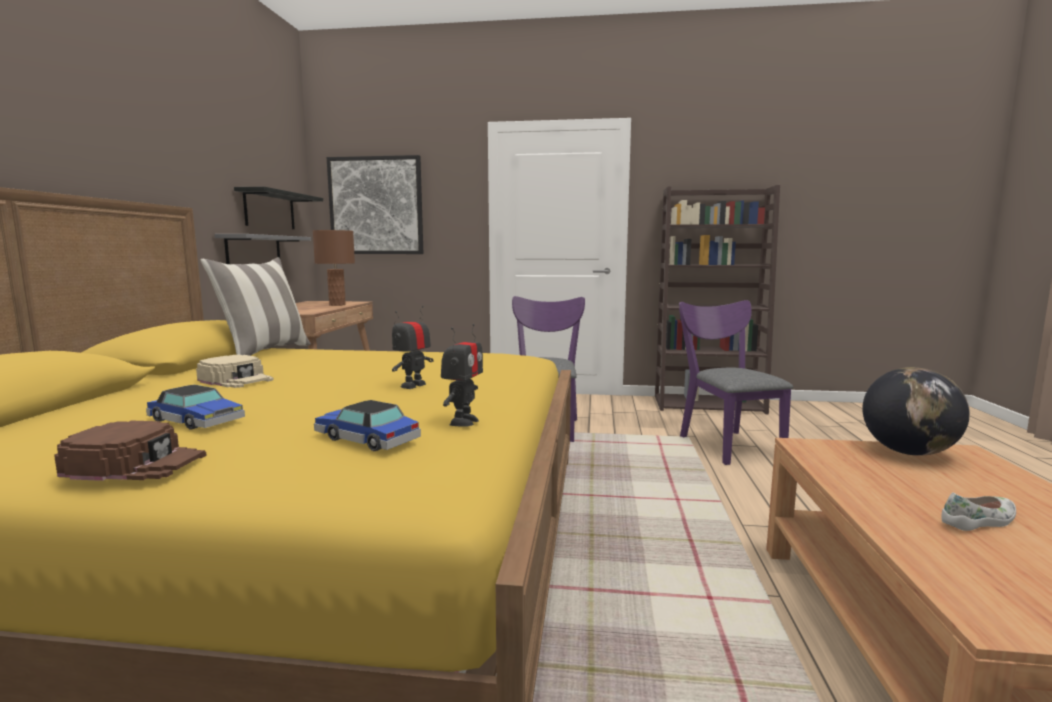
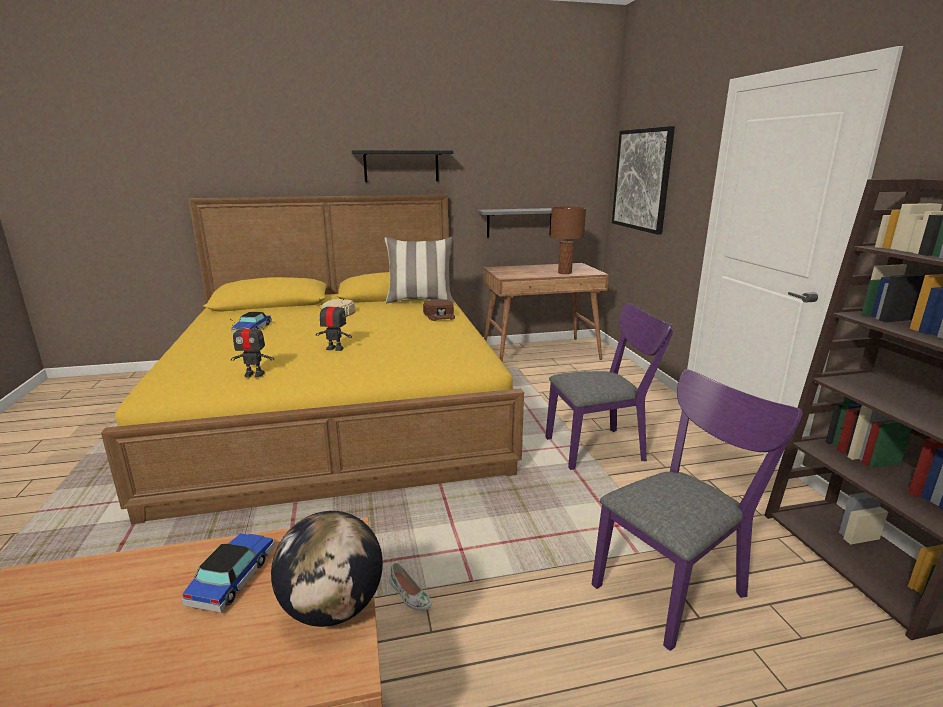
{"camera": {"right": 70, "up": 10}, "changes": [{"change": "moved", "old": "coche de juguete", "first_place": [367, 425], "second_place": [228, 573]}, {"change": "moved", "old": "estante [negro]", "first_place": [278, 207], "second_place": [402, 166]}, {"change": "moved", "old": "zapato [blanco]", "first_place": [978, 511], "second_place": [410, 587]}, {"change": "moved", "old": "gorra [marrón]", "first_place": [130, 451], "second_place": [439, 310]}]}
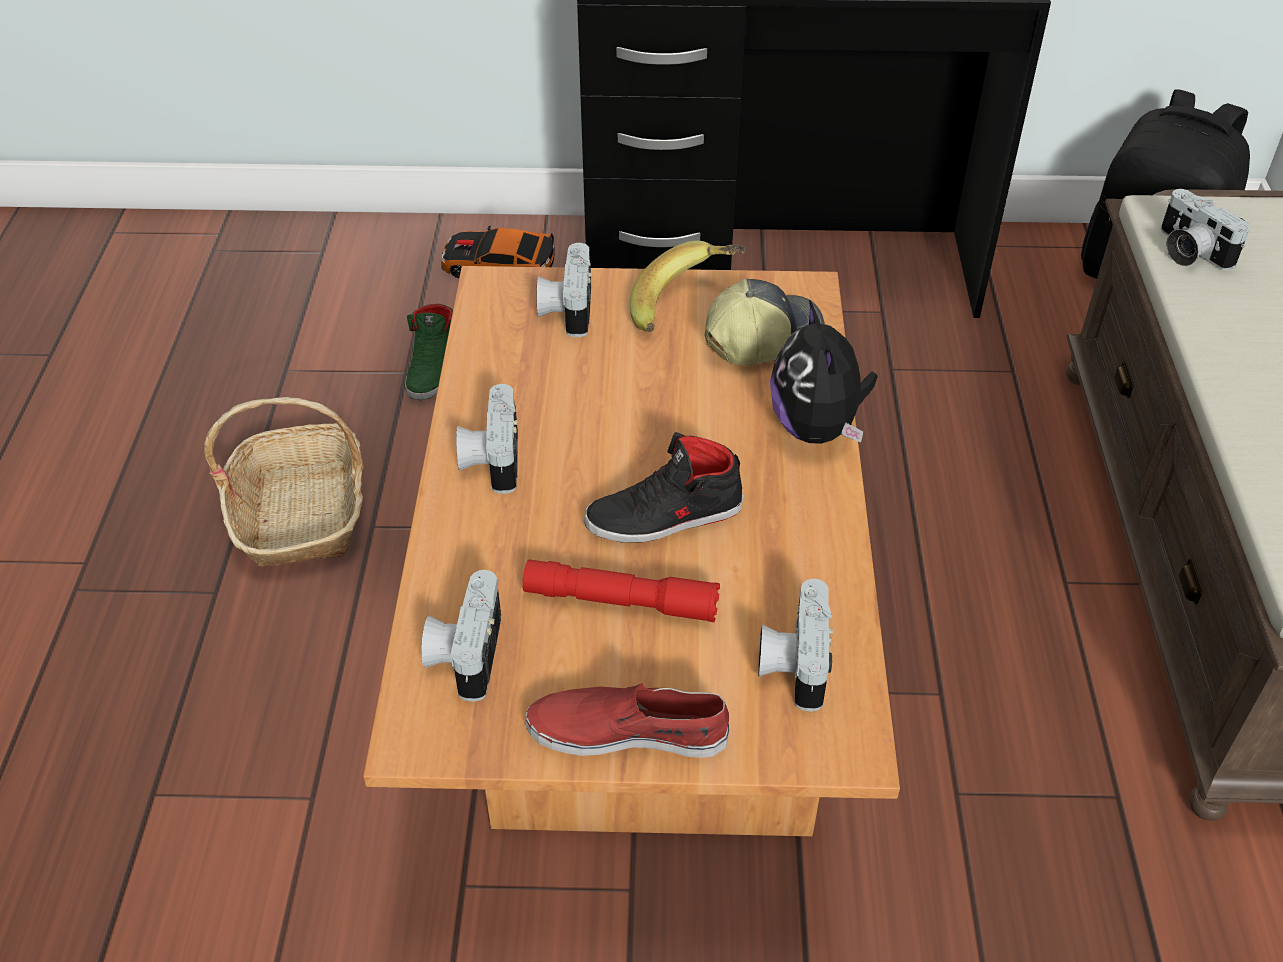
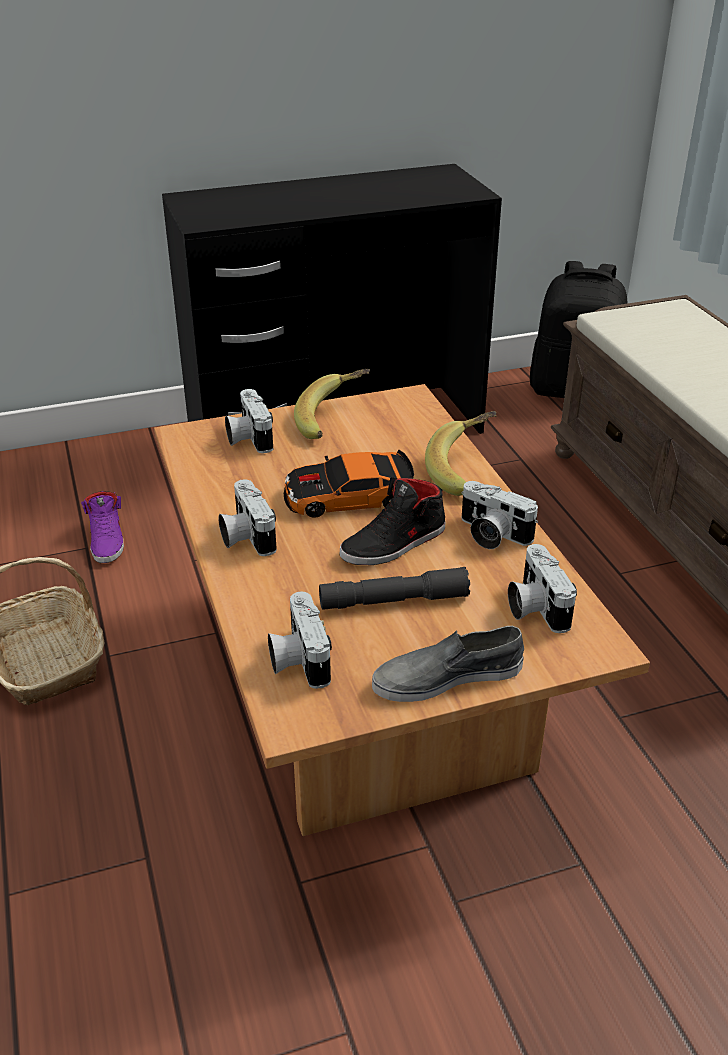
{"camera": {"right": -20, "up": -10}, "changes": [{"change": "recoloured", "old": "zapato [verde]", "new": "zapato [morado]", "first_place": [429, 352], "second_place": [102, 527]}, {"change": "moved", "old": "coche de juguete", "first_place": [498, 252], "second_place": [349, 484]}, {"change": "recoloured", "old": "linterna [rojo]", "new": "linterna [gris]", "first_place": [621, 590], "second_place": [394, 588]}, {"change": "recoloured", "old": "zapato [rojo]", "new": "zapato [gris]", "first_place": [627, 720], "second_place": [448, 664]}, {"change": "replaced", "old": "peluche", "new": "plátano", "first_place": [824, 371], "second_place": [461, 453]}, {"change": "moved", "old": "cámara", "first_place": [1205, 230], "second_place": [499, 515]}, {"change": "removed", "old": "gorra", "first_place": [764, 321]}]}
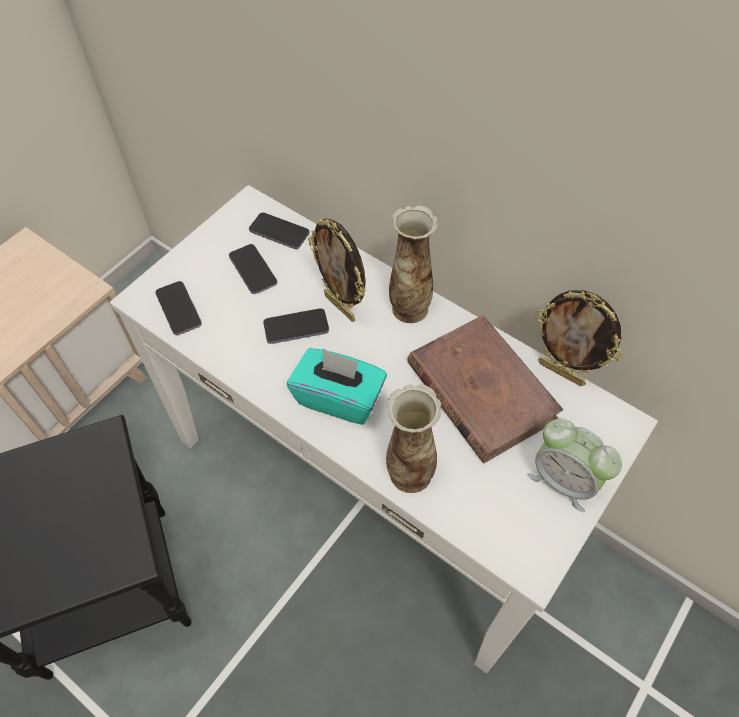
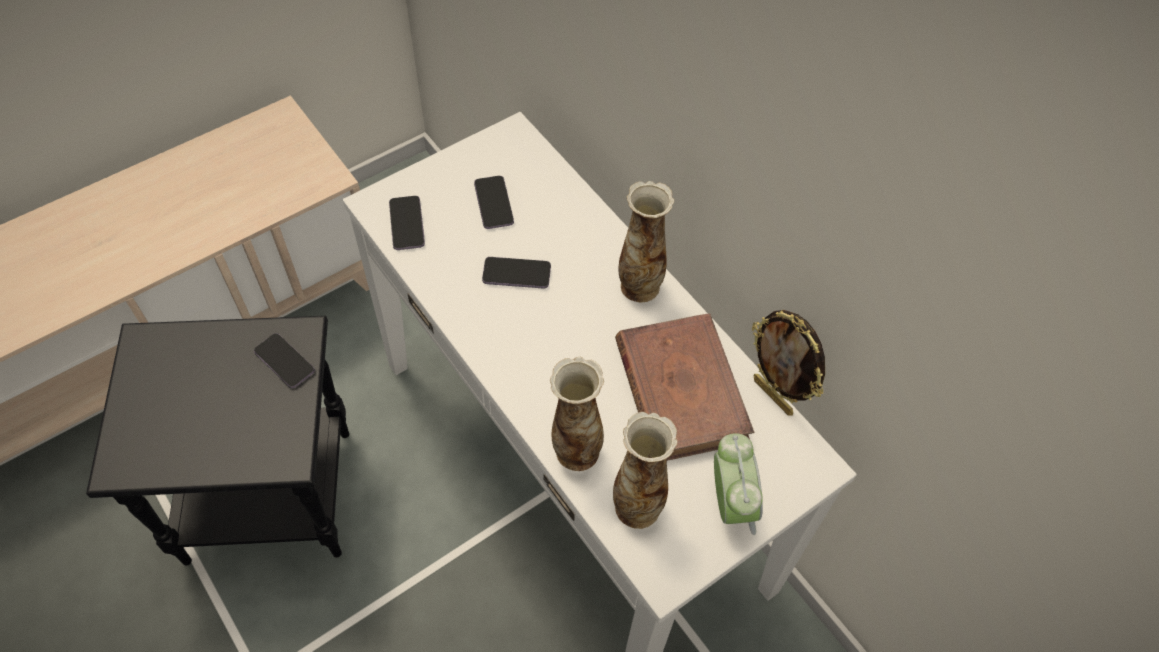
{"camera": {"right": 15, "up": 0}, "changes": [{"change": "moved", "old": "móvil", "first_place": [279, 230], "second_place": [284, 360]}, {"change": "added", "new": "florero", "second_place": [645, 470]}, {"change": "turned", "old": "despertador", "first_place": [574, 465], "second_place": [738, 484], "degrees": -150}, {"change": "removed", "old": "caja de pañuelos [turquesa]", "first_place": [337, 386]}, {"change": "removed", "old": "portarretratos", "first_place": [337, 270]}]}
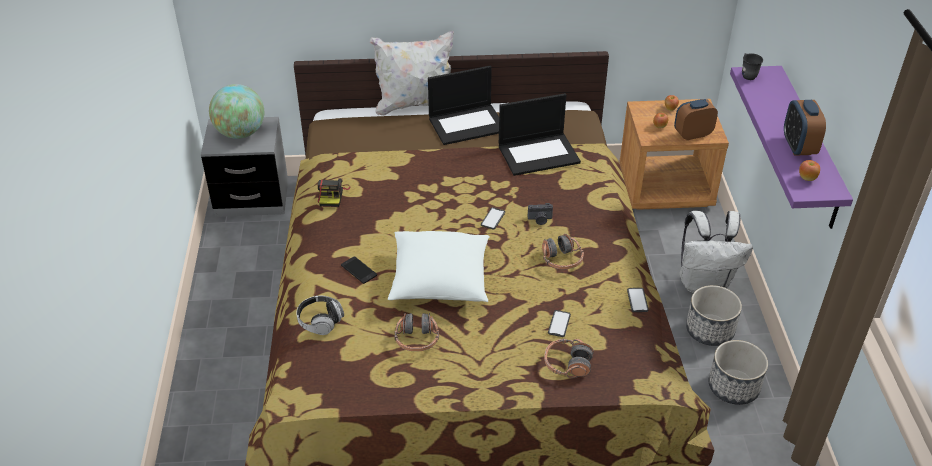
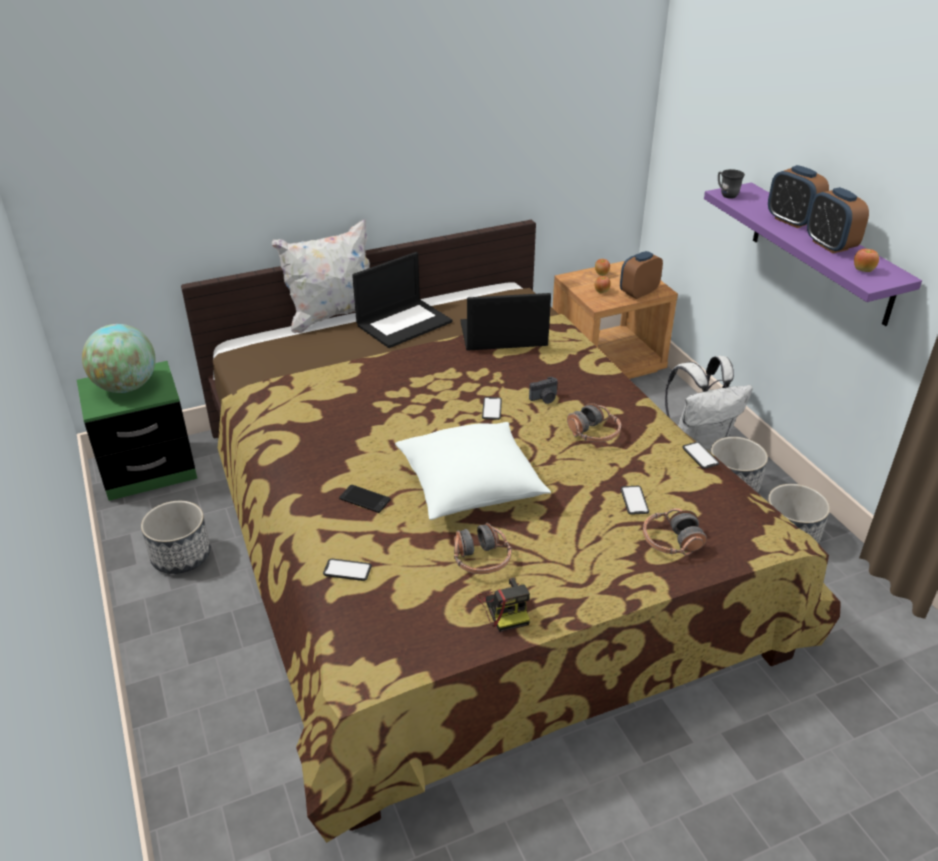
{"camera": {"right": -20, "up": -5}, "changes": [{"change": "recoloured", "old": "mesita de noche [gris]", "new": "mesita de noche [verde]", "first_place": [244, 167], "second_place": [137, 431]}, {"change": "added", "new": "maceta", "second_place": [176, 537]}, {"change": "replaced", "old": "auriculares", "new": "móvil", "first_place": [320, 315], "second_place": [347, 570]}, {"change": "turned", "old": "portátil", "first_place": [540, 134], "second_place": [506, 322], "degrees": -150}, {"change": "moved", "old": "cámara", "first_place": [334, 192], "second_place": [503, 605]}, {"change": "added", "new": "despertador", "second_place": [798, 196]}]}
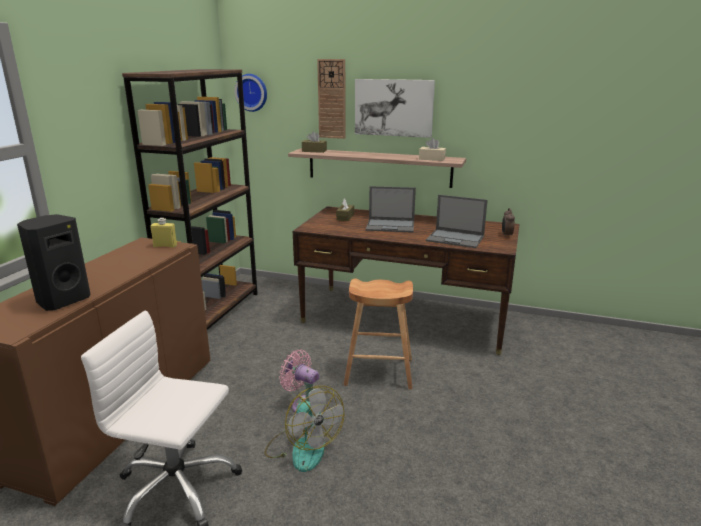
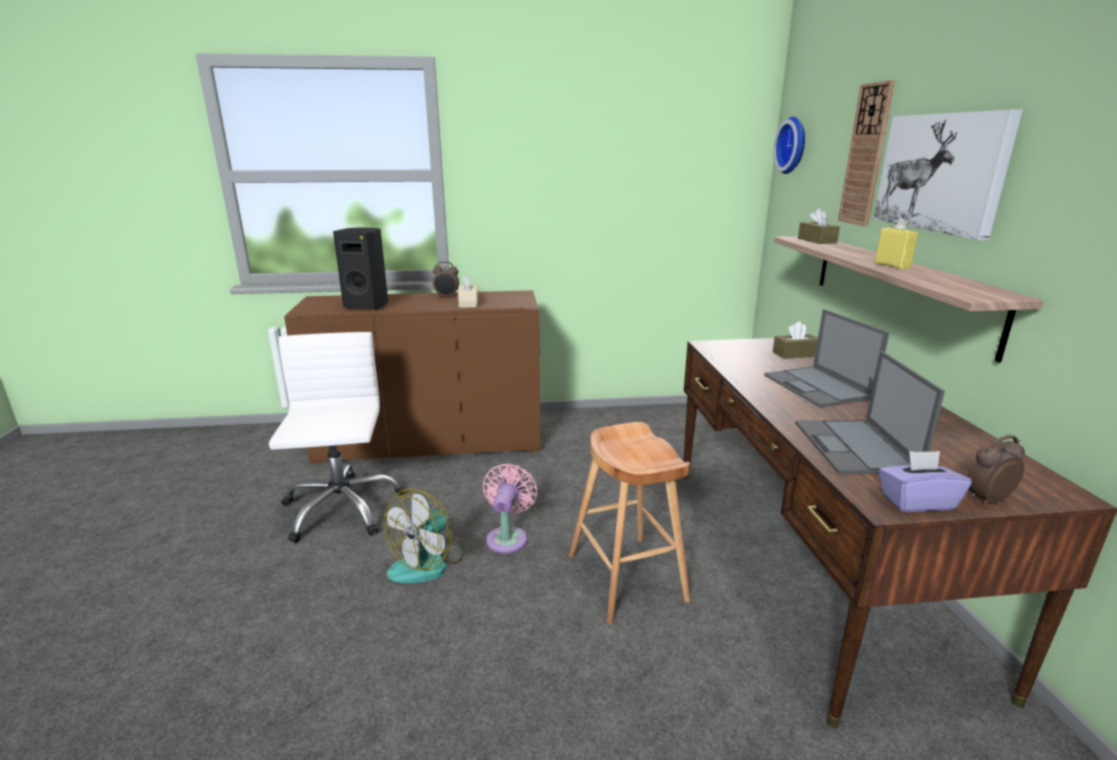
{"camera": {"right": 65, "up": 0}, "changes": [{"change": "added", "new": "despertador", "second_place": [446, 280]}, {"change": "moved", "old": "caja de pañuelos [beis]", "first_place": [432, 149], "second_place": [468, 291]}, {"change": "moved", "old": "botella [amarillo]", "first_place": [163, 233], "second_place": [897, 244]}, {"change": "added", "new": "caja de pañuelos [morado]", "second_place": [925, 481]}, {"change": "removed", "old": "estantería [marrón]", "first_place": [190, 199]}]}
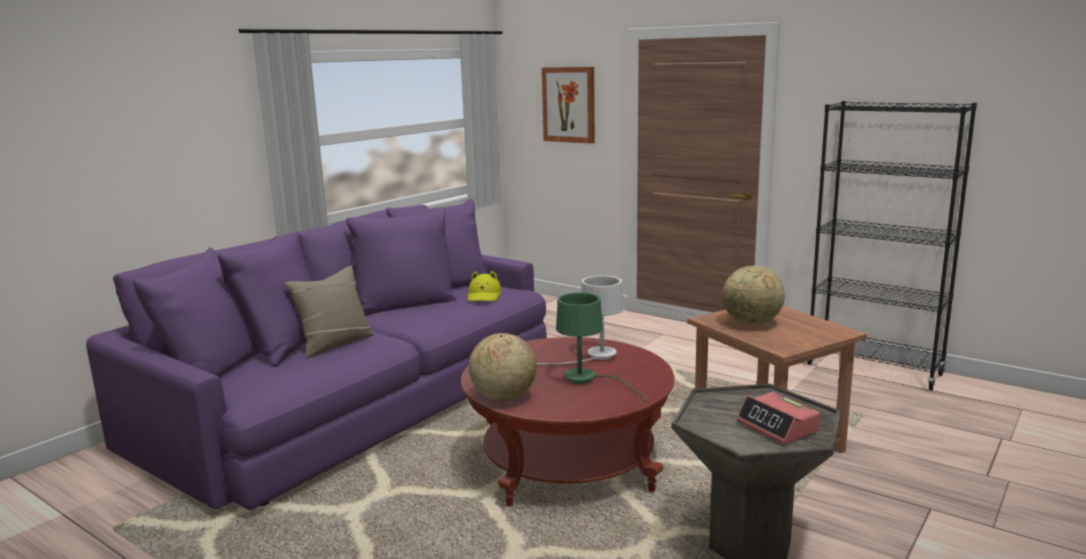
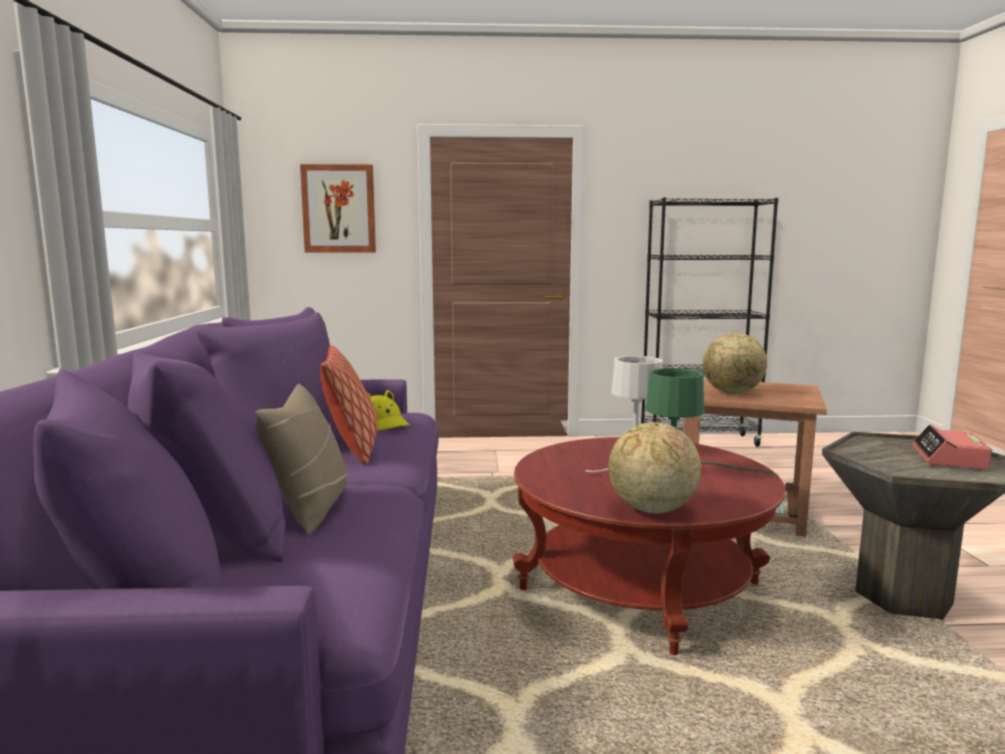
{"camera": {"right": -40, "up": -5}, "changes": [{"change": "added", "new": "cojín", "second_place": [349, 405]}, {"change": "turned", "old": "despertador", "first_place": [778, 418], "second_place": [952, 446], "degrees": 90}]}
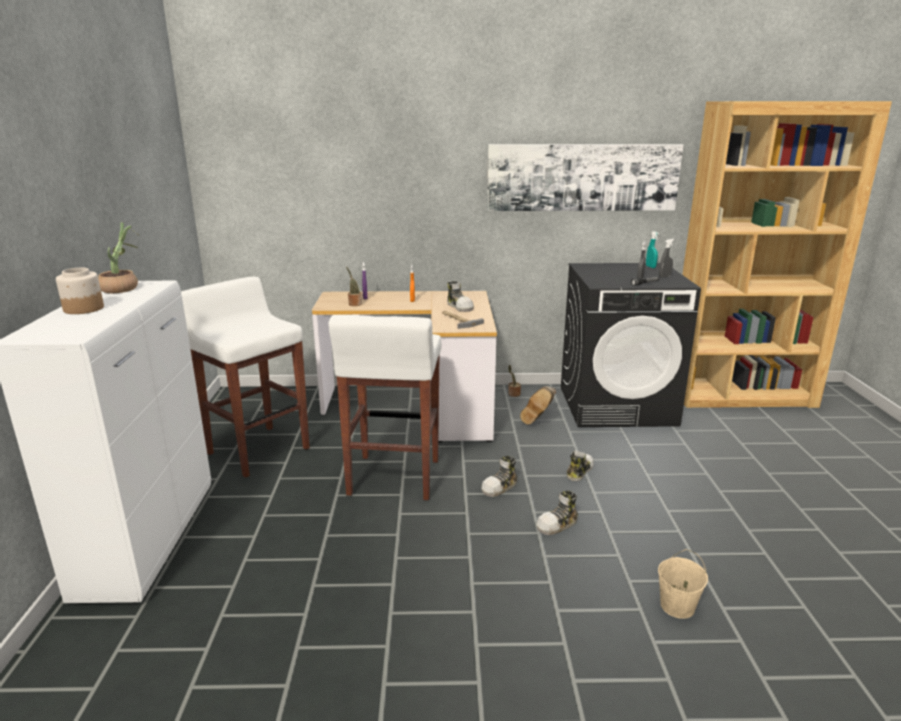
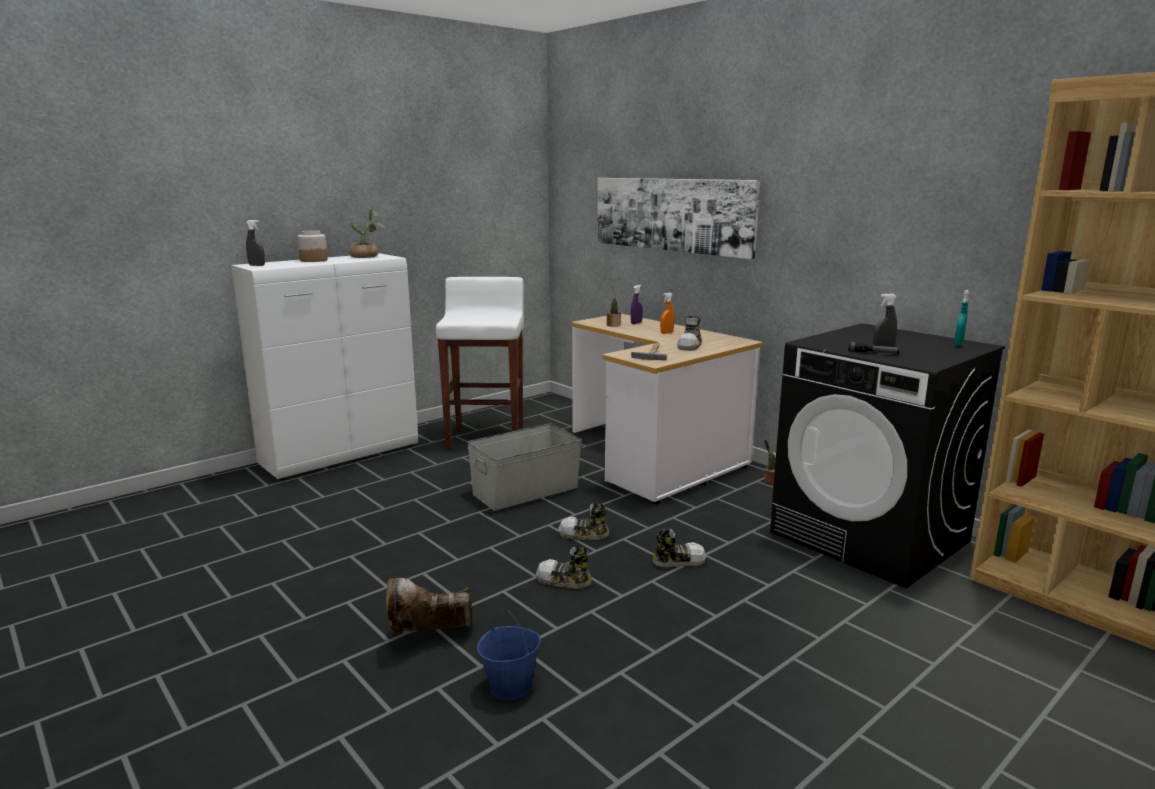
{"camera": {"right": 50, "up": -5}, "changes": [{"change": "moved", "old": "pulverizador [gris]", "first_place": [666, 258], "second_place": [255, 243]}, {"change": "moved", "old": "bota [marrón]", "first_place": [538, 405], "second_place": [429, 605]}, {"change": "replaced", "old": "taburete [blanco]", "new": "caja de almacenaje [gris]", "first_place": [385, 407], "second_place": [524, 467]}, {"change": "recoloured", "old": "cubo [beis]", "new": "cubo [azul]", "first_place": [683, 584], "second_place": [509, 655]}, {"change": "moved", "old": "cuadro", "first_place": [585, 177], "second_place": [678, 218]}]}
